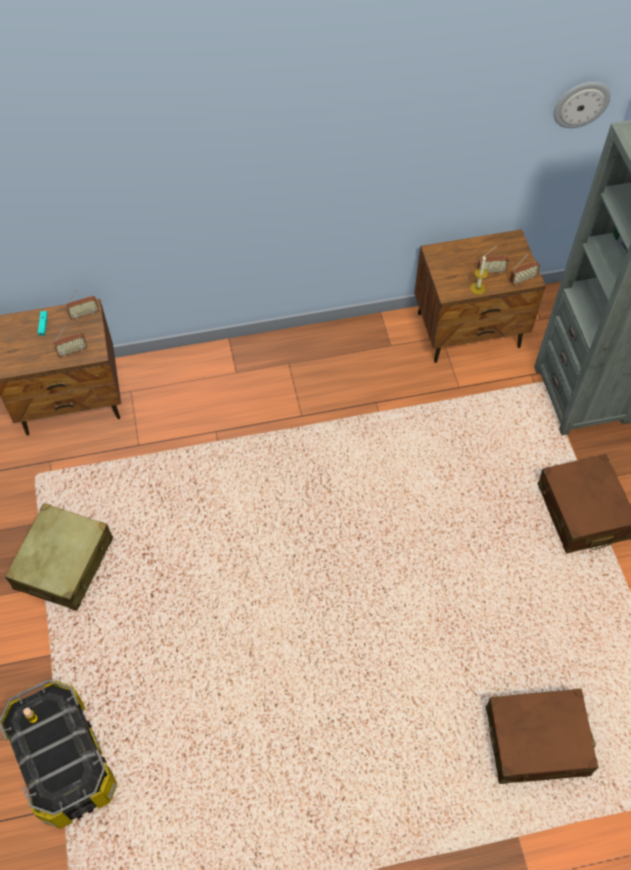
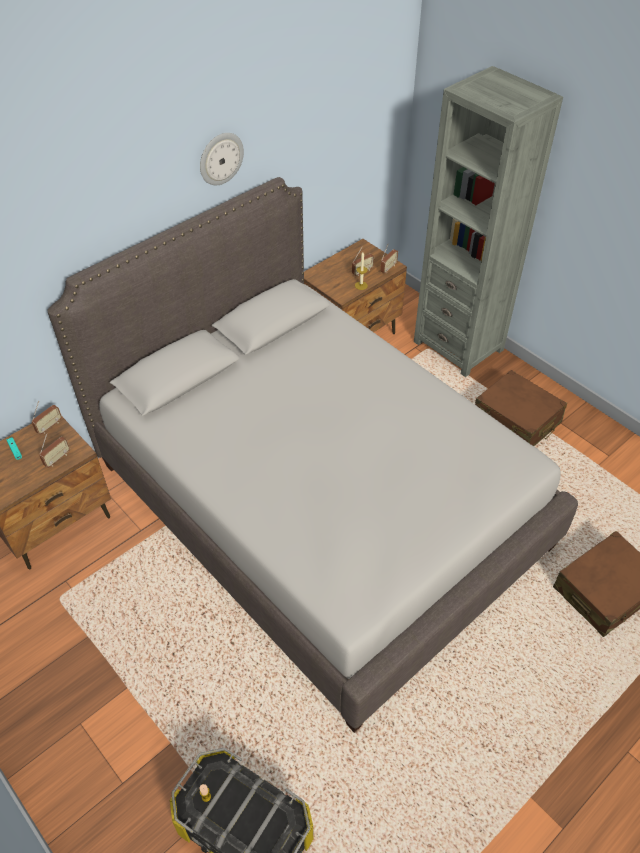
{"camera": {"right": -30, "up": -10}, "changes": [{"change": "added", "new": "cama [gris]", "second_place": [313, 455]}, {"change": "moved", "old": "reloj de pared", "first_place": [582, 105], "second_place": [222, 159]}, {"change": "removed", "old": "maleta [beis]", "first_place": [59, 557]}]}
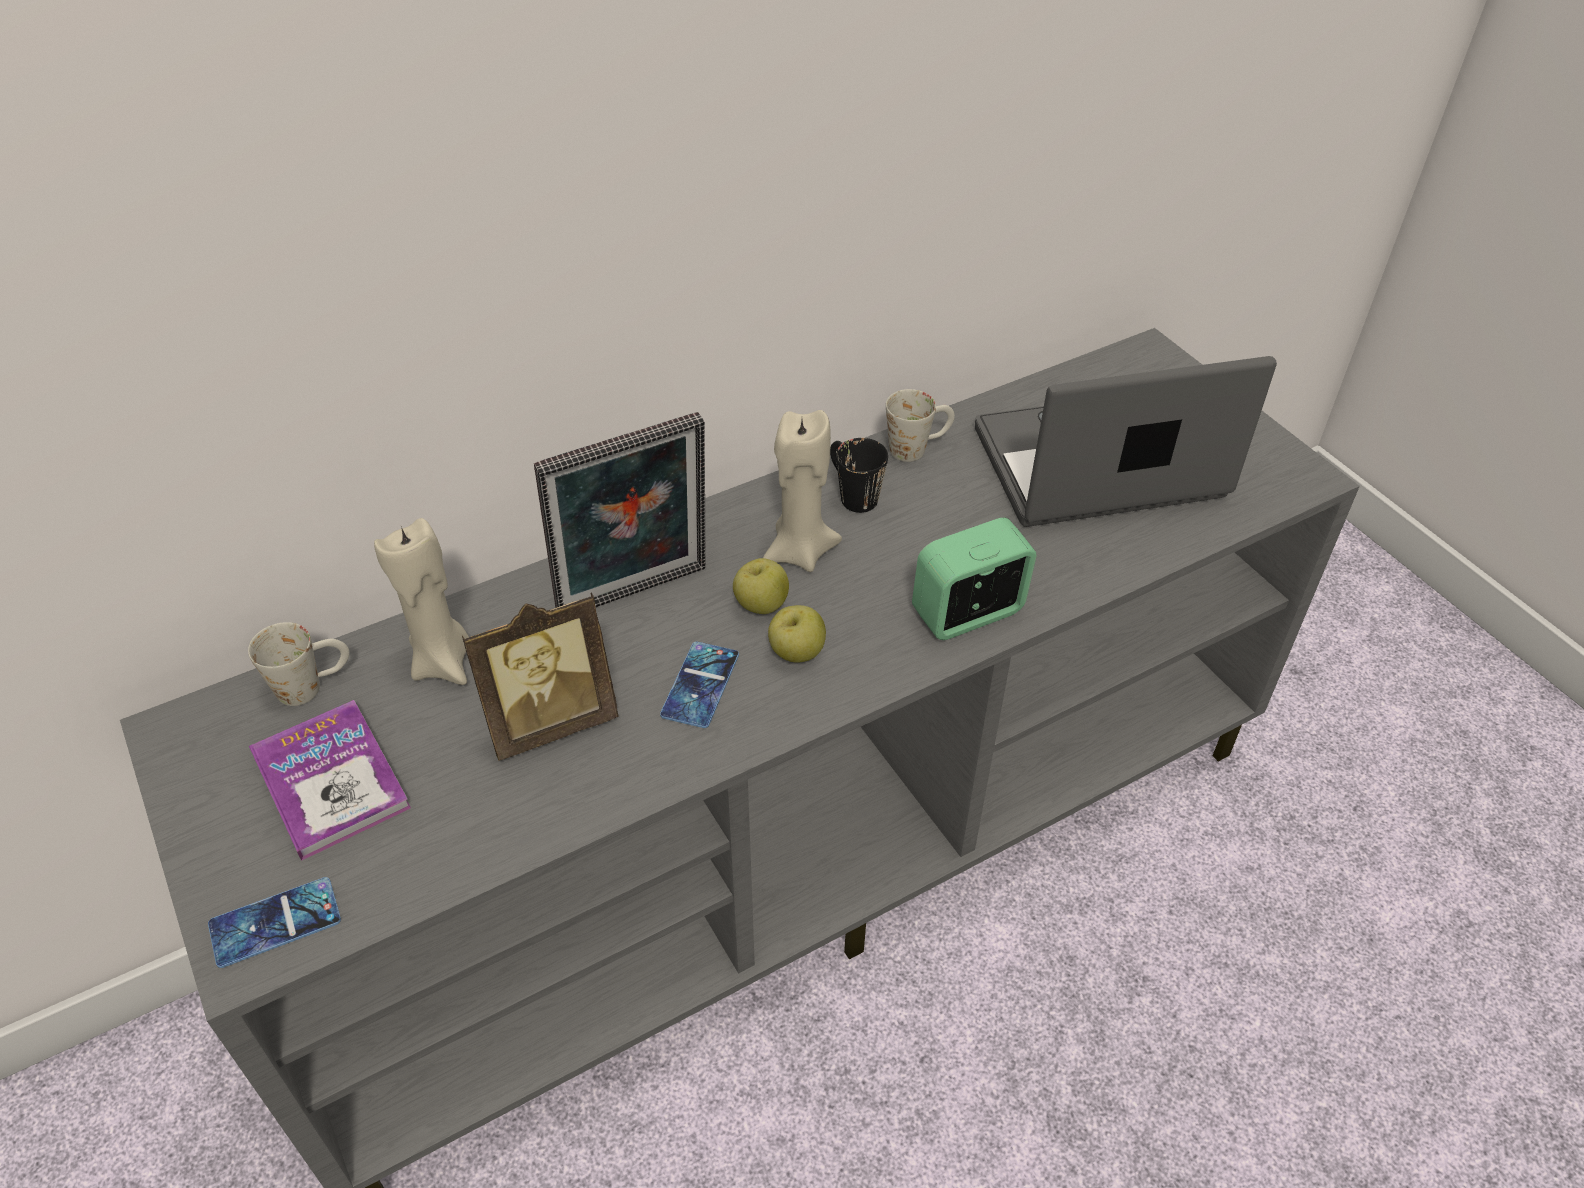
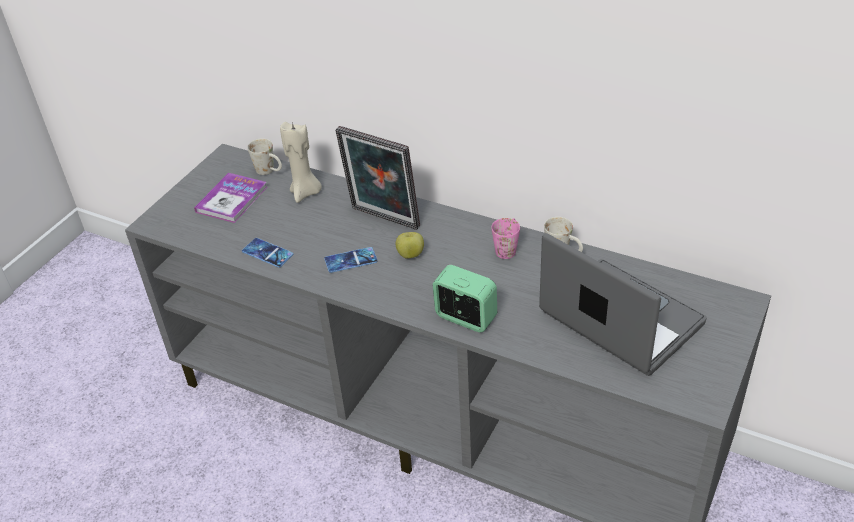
{"camera": {"right": 60, "up": -5}, "changes": [{"change": "moved", "old": "móvil", "first_place": [274, 922], "second_place": [268, 252]}, {"change": "recoloured", "old": "taza grande [negro]", "new": "taza grande [rosa]", "first_place": [859, 475], "second_place": [505, 238]}, {"change": "removed", "old": "portarretratos", "first_place": [540, 677]}, {"change": "removed", "old": "vela [beis]", "first_place": [802, 491]}, {"change": "removed", "old": "manzana", "first_place": [797, 634]}]}
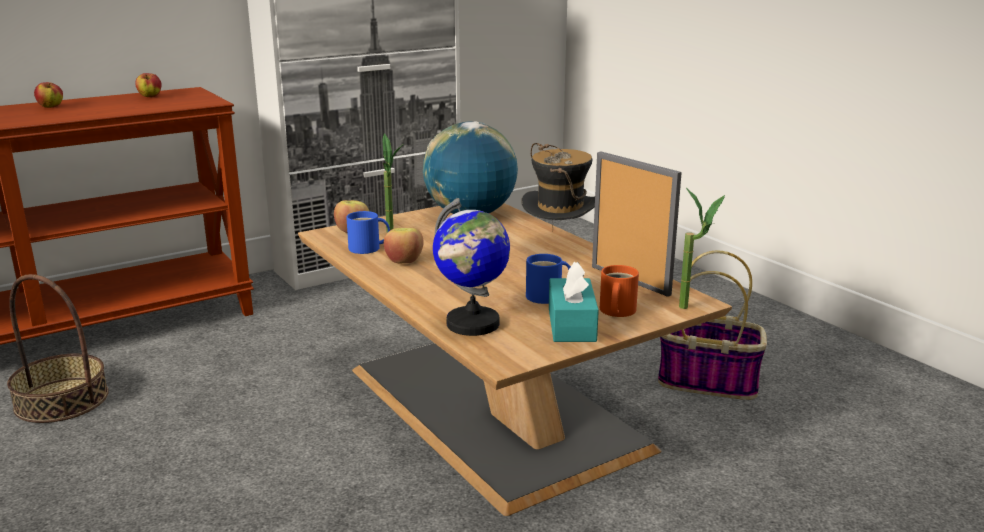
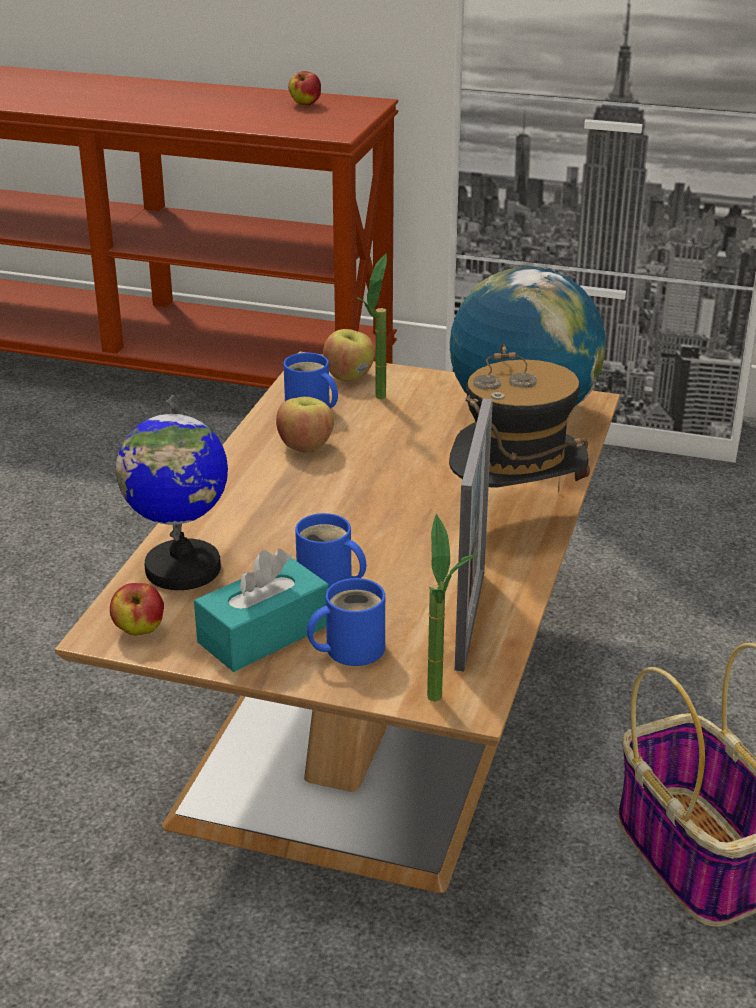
{"camera": {"right": 50, "up": 10}, "changes": [{"change": "moved", "old": "manzana", "first_place": [48, 95], "second_place": [137, 609]}, {"change": "recoloured", "old": "taza grande [naranja]", "new": "taza grande [azul]", "first_place": [619, 291], "second_place": [346, 622]}, {"change": "removed", "old": "cesta", "first_place": [58, 348]}]}
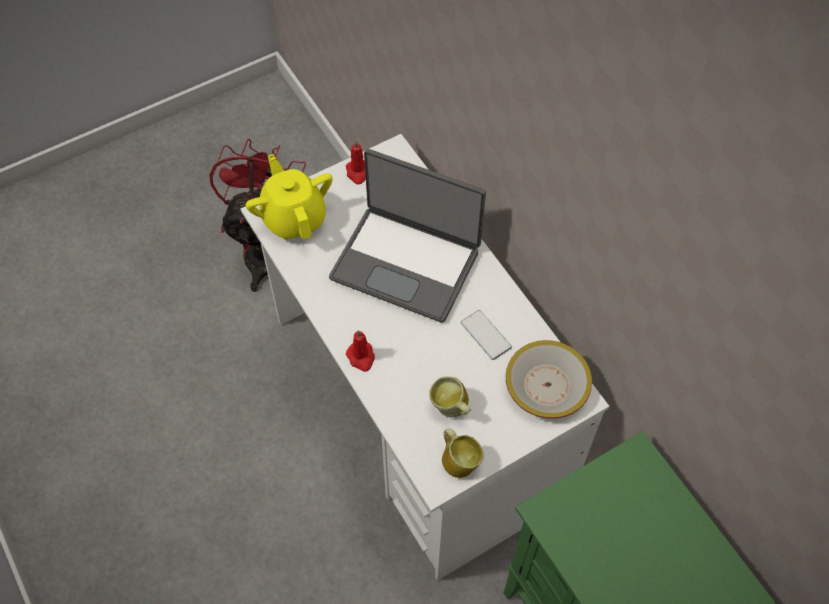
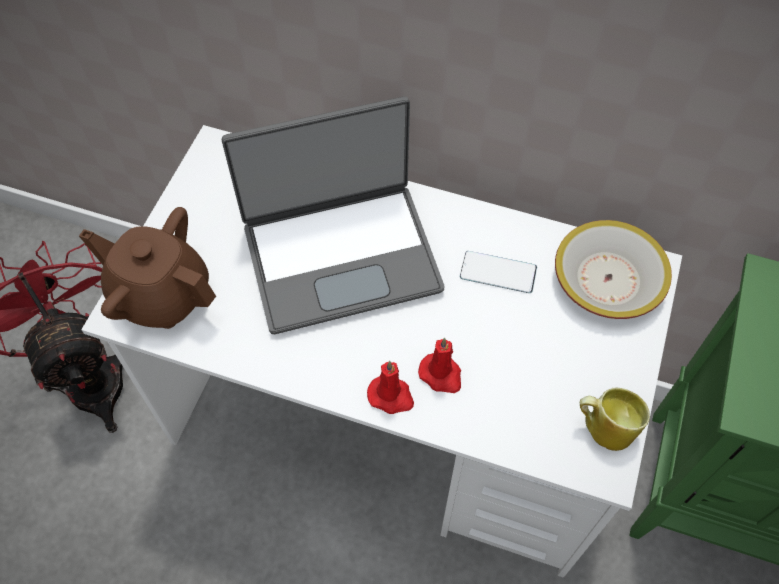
{"camera": {"right": -40, "up": 0}, "changes": [{"change": "recoloured", "old": "tetera [amarillo]", "new": "tetera [marrón]", "first_place": [289, 196], "second_place": [147, 268]}, {"change": "moved", "old": "vela [rojo]", "first_place": [356, 163], "second_place": [439, 365]}, {"change": "removed", "old": "taza grande", "first_place": [450, 396]}]}
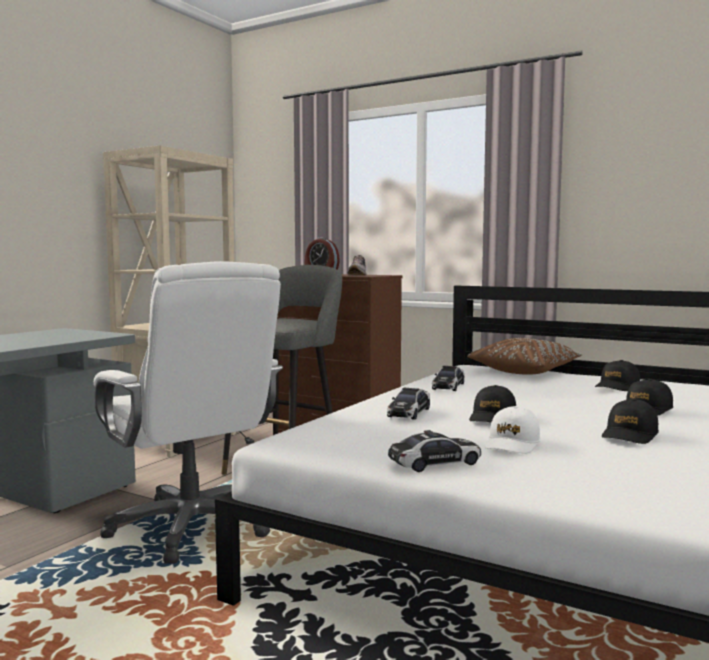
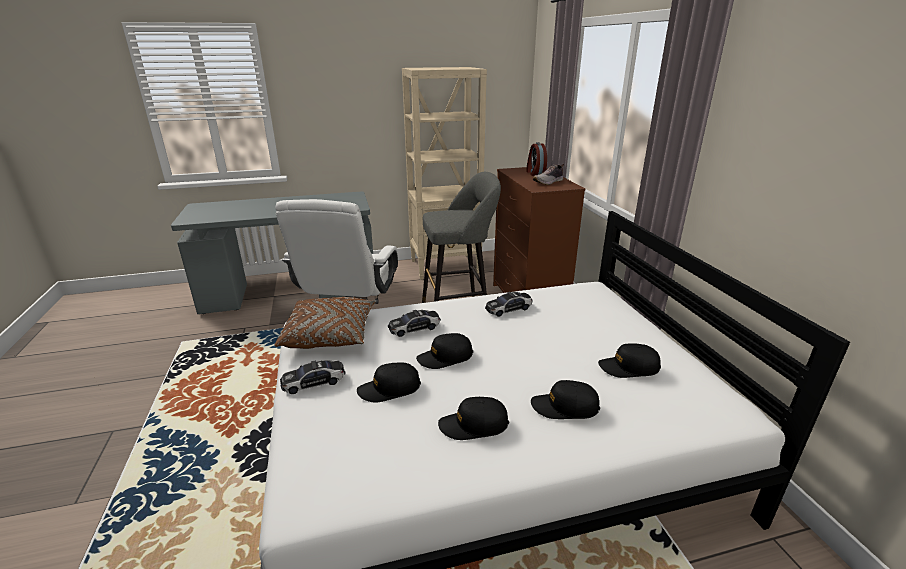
{"camera": {"right": 45, "up": 20}, "changes": [{"change": "moved", "old": "cojín [marrón]", "first_place": [525, 356], "second_place": [325, 323]}, {"change": "turned", "old": "coche de juguete", "first_place": [434, 451], "second_place": [313, 377], "degrees": 135}, {"change": "recoloured", "old": "gorra [blanco]", "new": "gorra [negro]", "first_place": [512, 430], "second_place": [389, 382]}]}
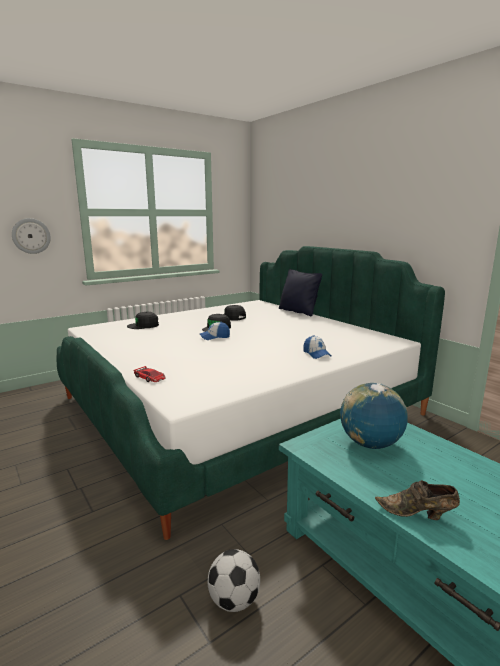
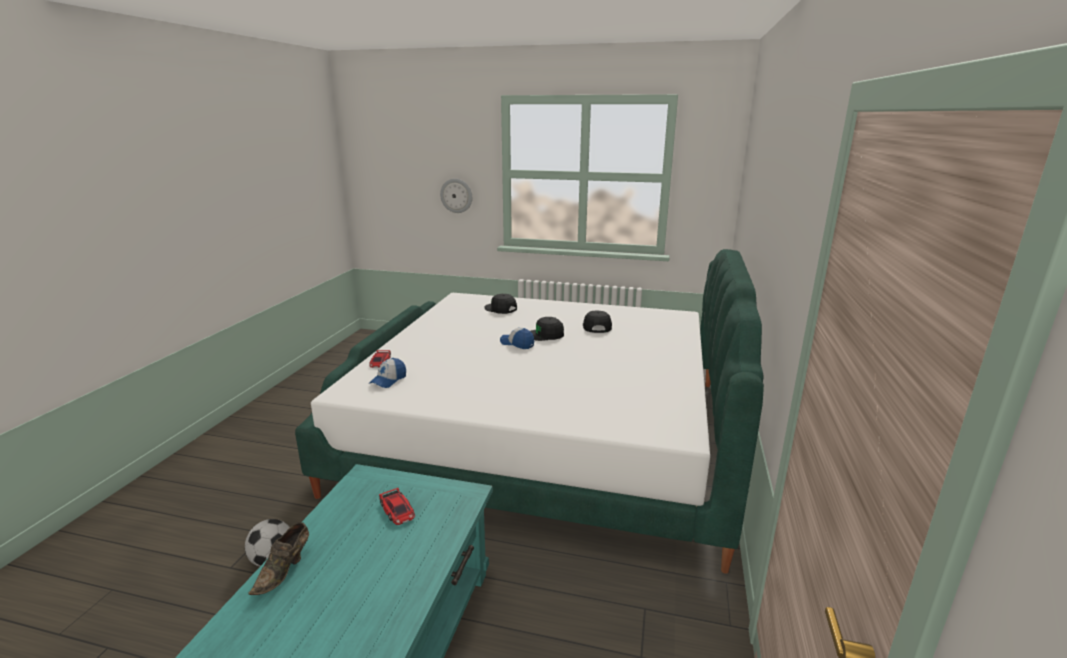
{"camera": {"right": 50, "up": 5}, "changes": [{"change": "turned", "old": "zapato [marrón]", "first_place": [417, 500], "second_place": [278, 558], "degrees": -135}, {"change": "moved", "old": "gorra", "first_place": [317, 347], "second_place": [387, 373]}, {"change": "replaced", "old": "globo terráqueo", "new": "coche de juguete", "first_place": [374, 416], "second_place": [397, 506]}, {"change": "removed", "old": "cojín [negro]", "first_place": [300, 293]}]}
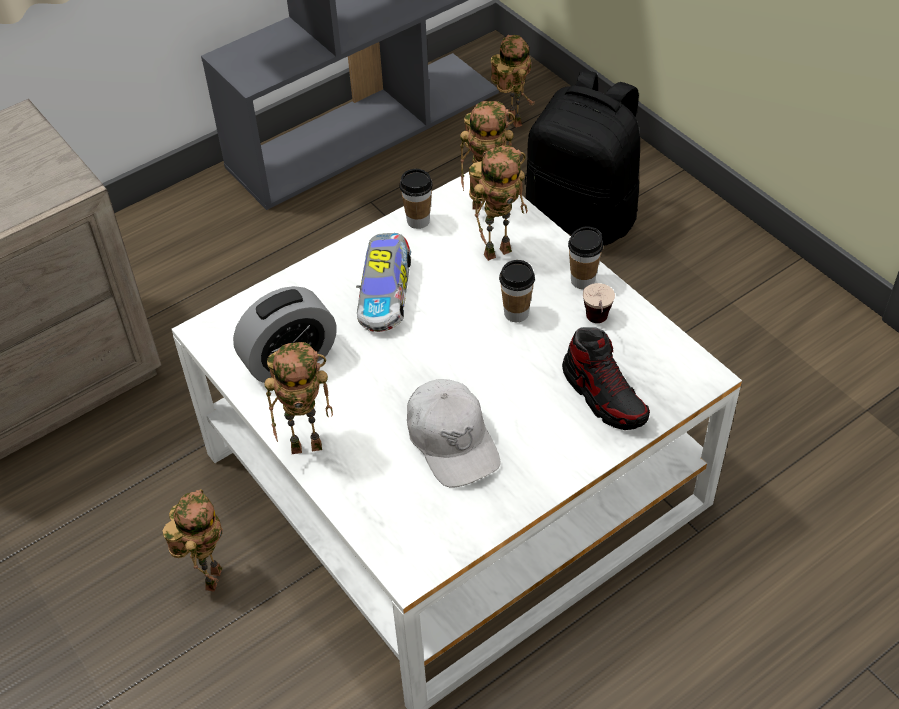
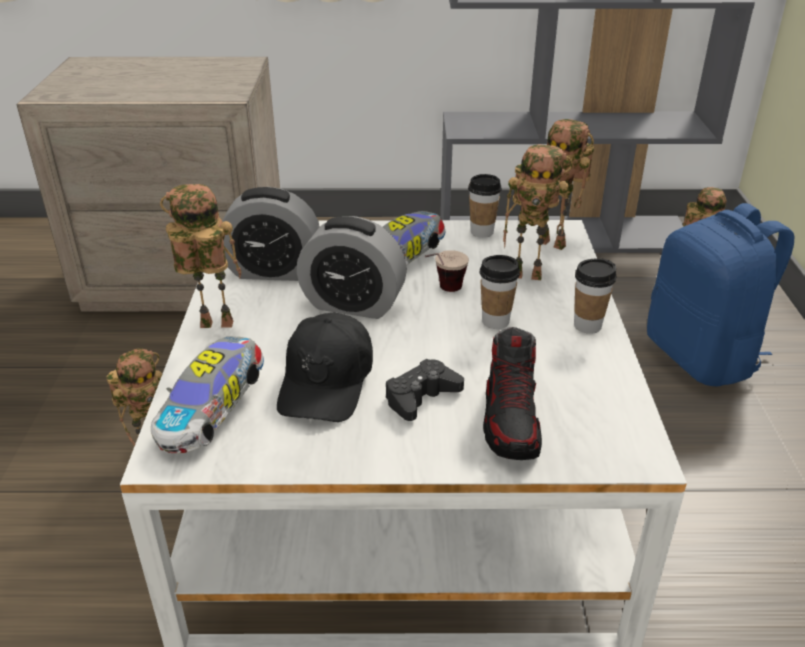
{"camera": {"right": 35, "up": -15}, "changes": [{"change": "added", "new": "coche de juguete", "second_place": [207, 394]}, {"change": "turned", "old": "robot de juguete", "first_place": [298, 398], "second_place": [200, 256], "degrees": 150}, {"change": "recoloured", "old": "gorra [blanco]", "new": "gorra [negro]", "first_place": [454, 433], "second_place": [325, 367]}, {"change": "added", "new": "despertador", "second_place": [352, 267]}, {"change": "added", "new": "mando de consola [negro]", "second_place": [425, 390]}, {"change": "moved", "old": "taza", "first_place": [599, 303], "second_place": [447, 271]}, {"change": "recoloured", "old": "mochila [negro]", "new": "mochila [azul]", "first_place": [582, 157], "second_place": [720, 294]}]}
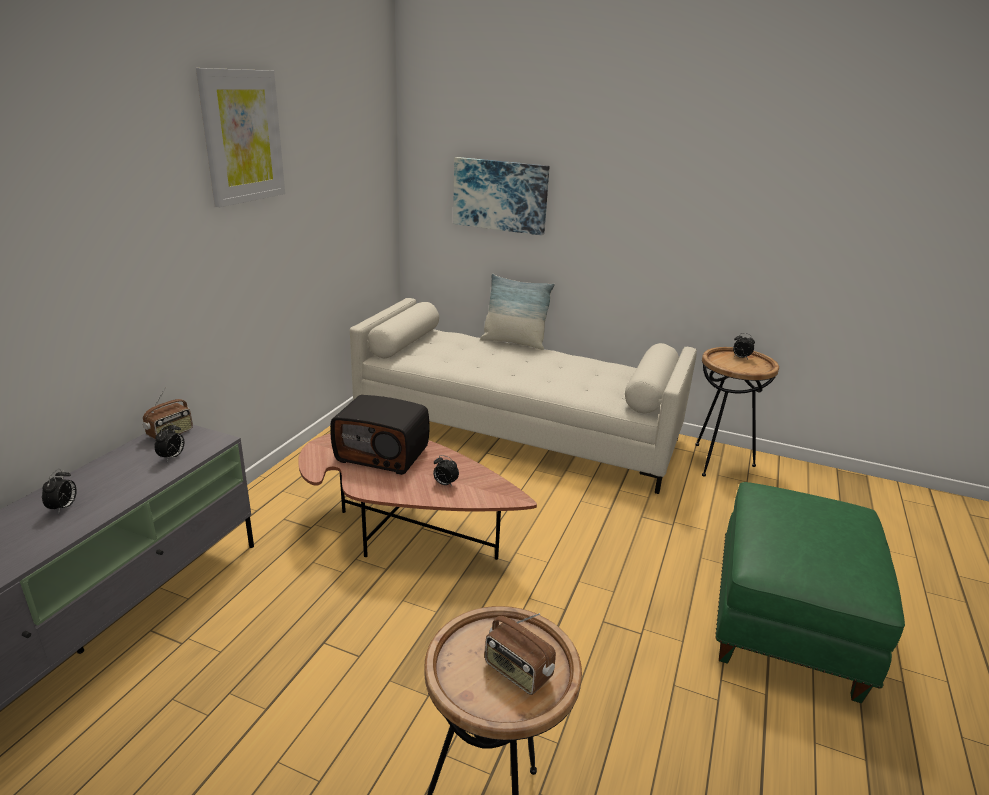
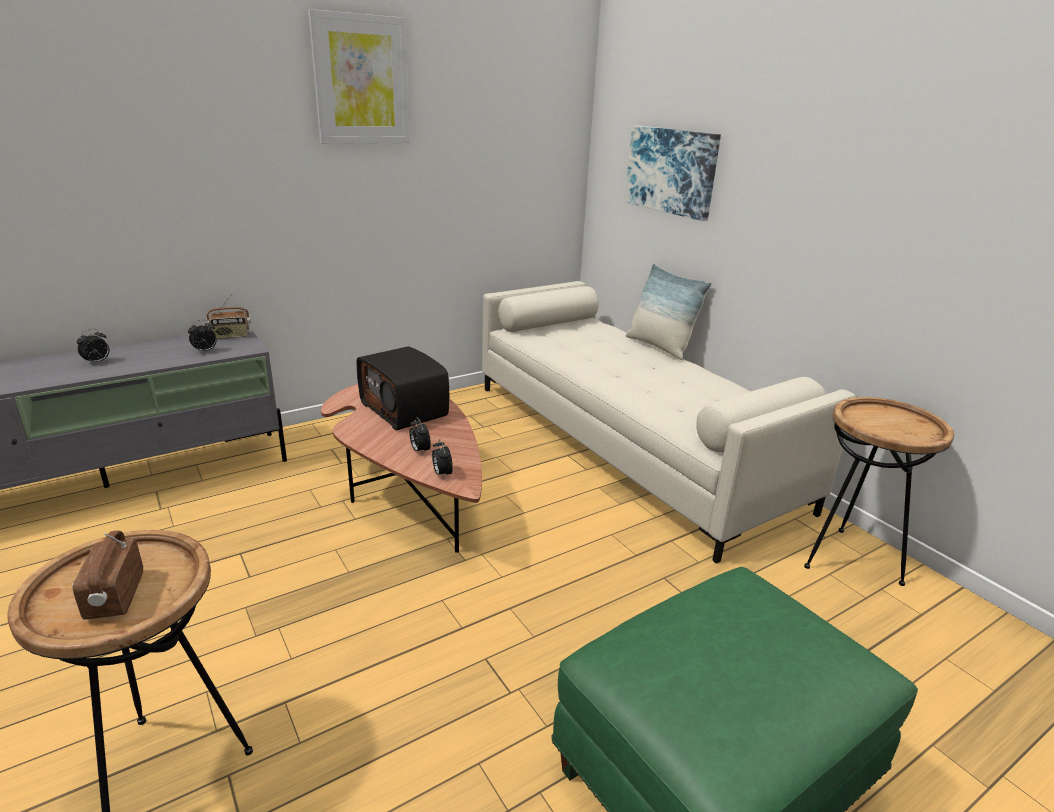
{"camera": {"right": 35, "up": 0}, "changes": [{"change": "moved", "old": "despertador", "first_place": [744, 346], "second_place": [442, 459]}]}
